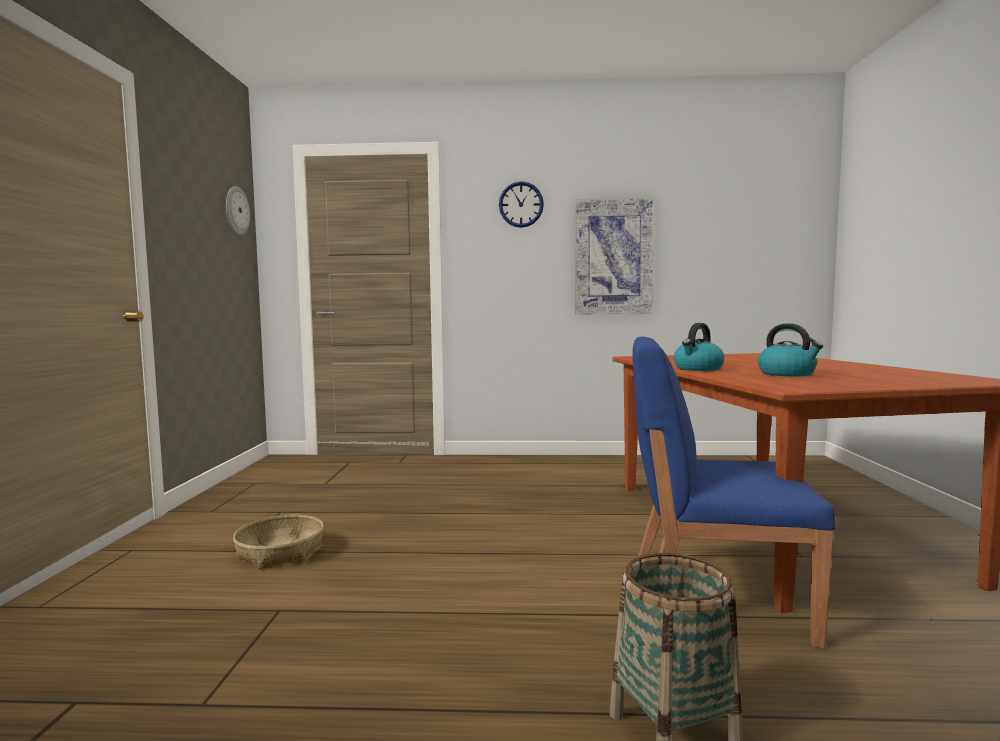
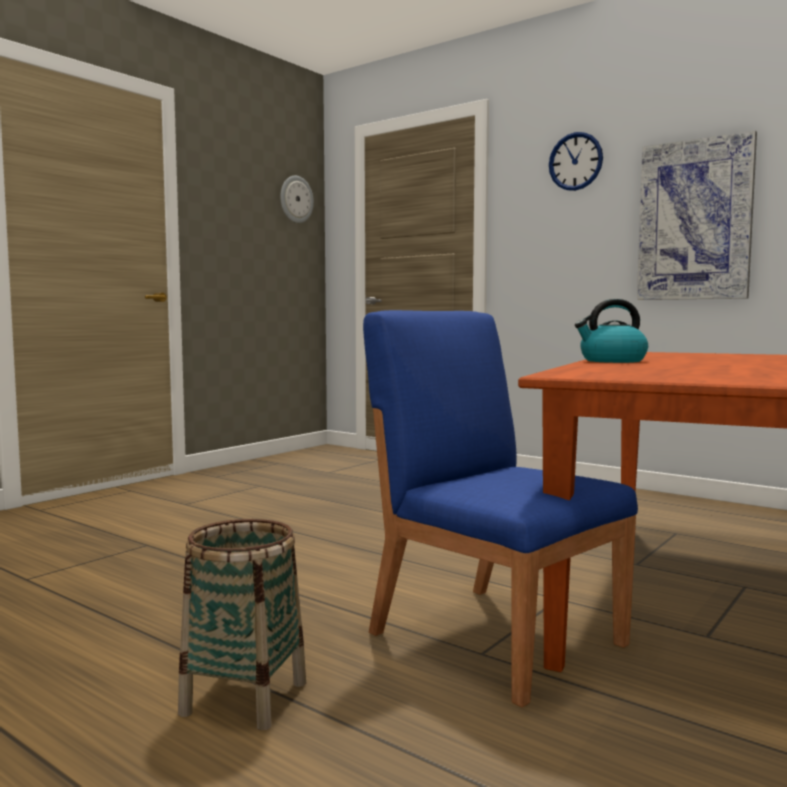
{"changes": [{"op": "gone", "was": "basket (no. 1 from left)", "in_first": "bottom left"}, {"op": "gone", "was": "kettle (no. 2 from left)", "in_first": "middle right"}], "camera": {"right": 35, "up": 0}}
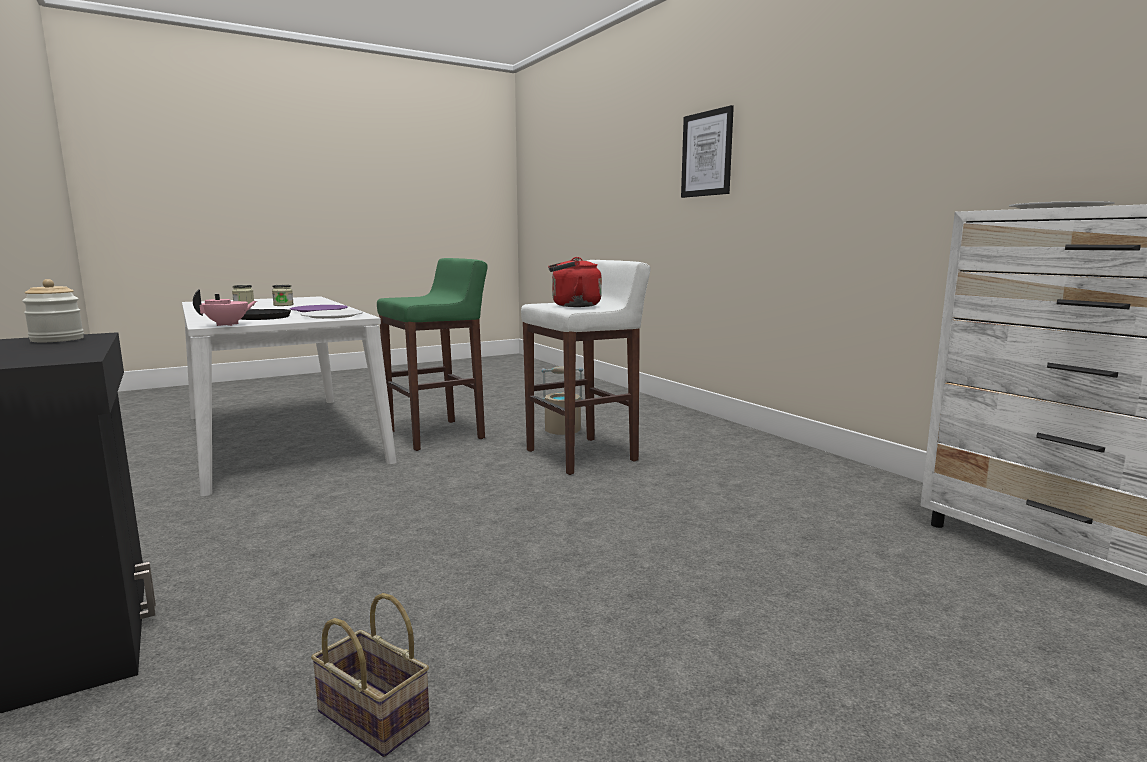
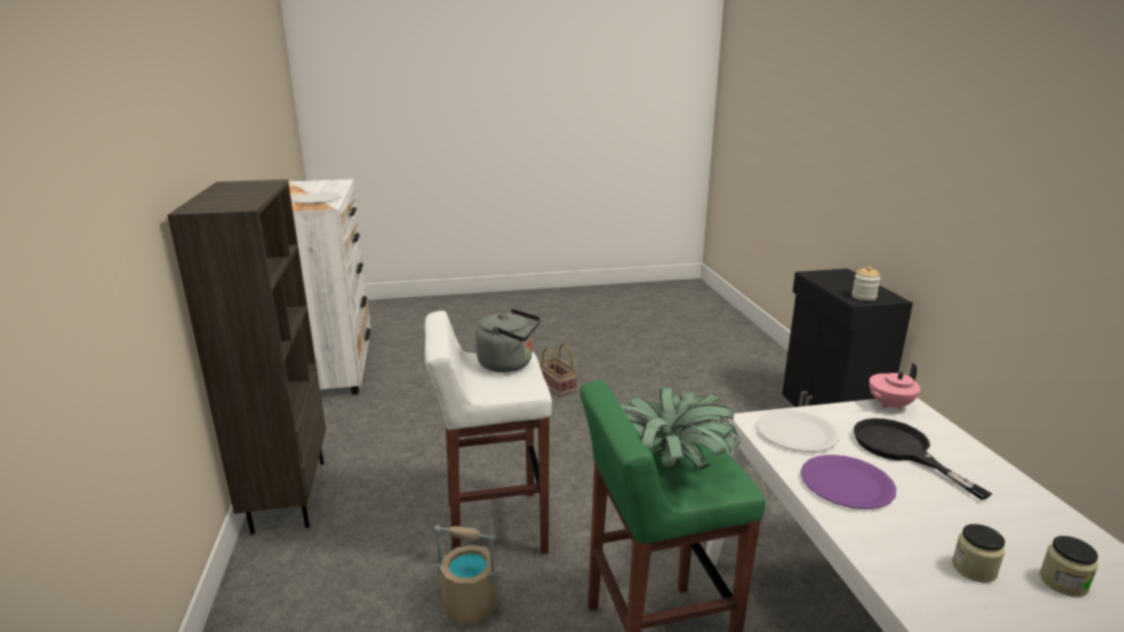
{"changes": [{"op": "gone", "was": "picture", "in_first": "top centre"}, {"op": "new", "now": "bookcase (brown)", "in_second": "middle left"}, {"op": "new", "now": "potted plant", "in_second": "bottom centre"}, {"op": "shifted", "was": "basket", "in_first": "bottom left", "in_second": "centre"}, {"op": "repainted", "was": "kettle (red)", "now": "kettle (grey)", "in_first": "centre", "in_second": "centre"}], "camera": {"right": -160, "up": 10}}
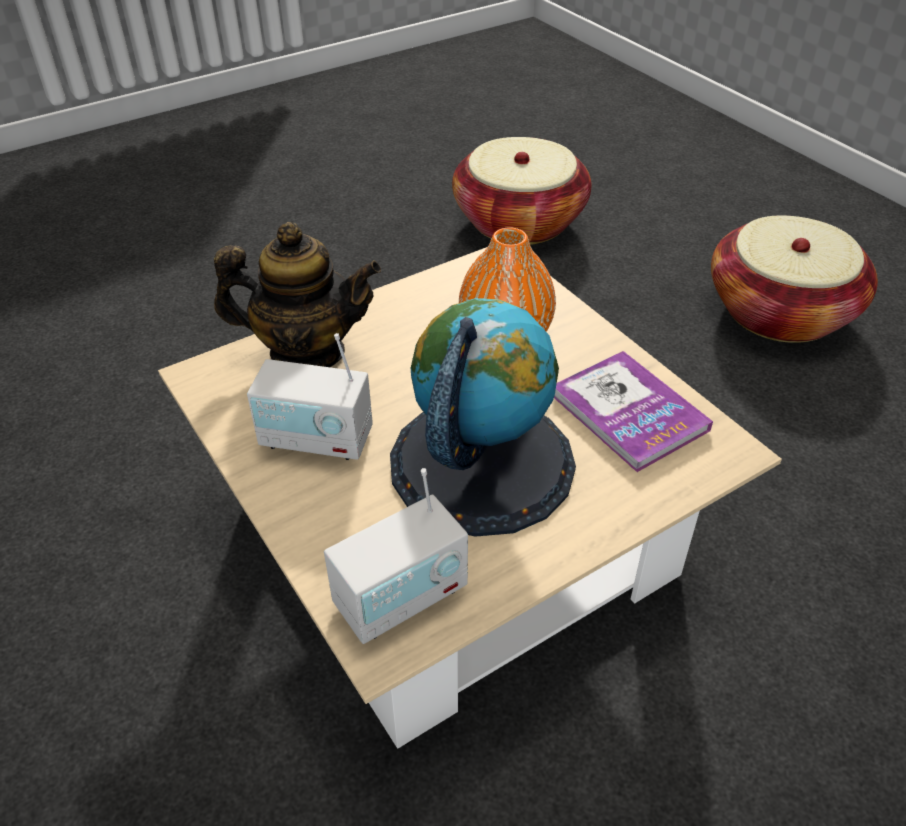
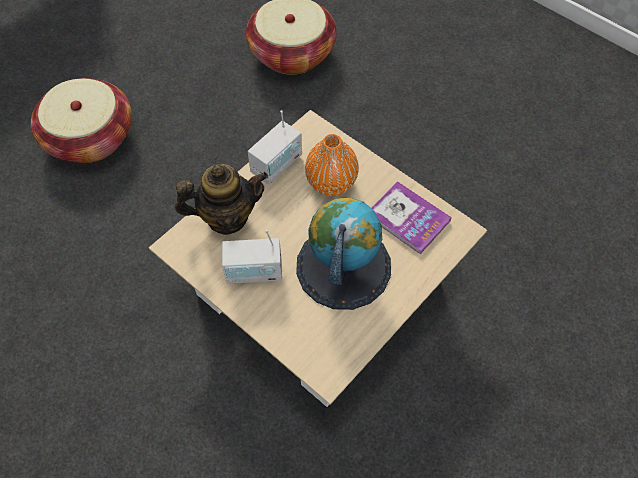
{"changes": [{"op": "shifted", "was": "radio (no. 2 from left)", "in_first": "bottom centre", "in_second": "top centre"}, {"op": "shifted", "was": "basket (no. 2 from left in the first image)", "now": "basket (no. 1 from left)", "in_first": "middle right", "in_second": "top left"}], "camera": {"right": -15, "up": 15}}
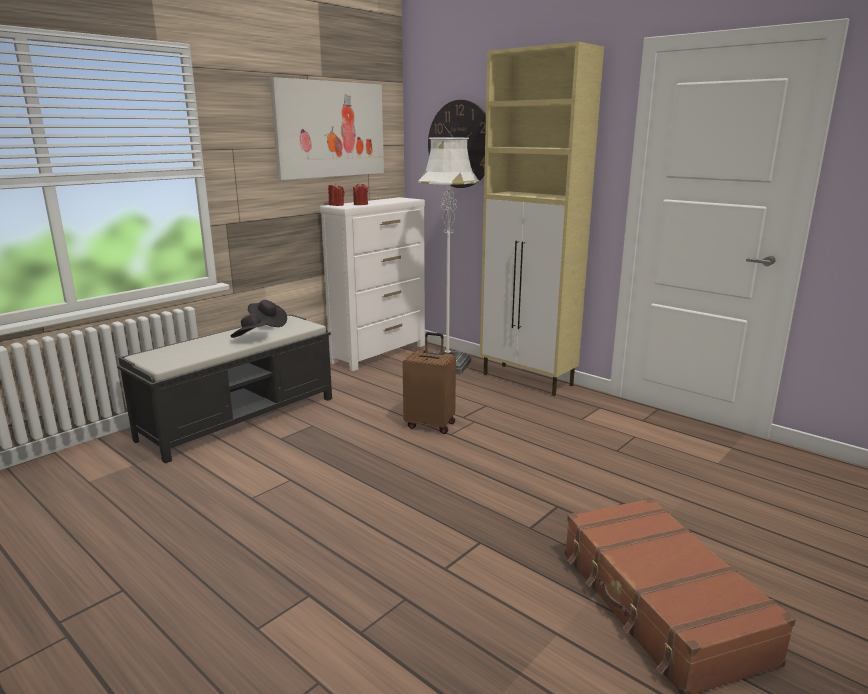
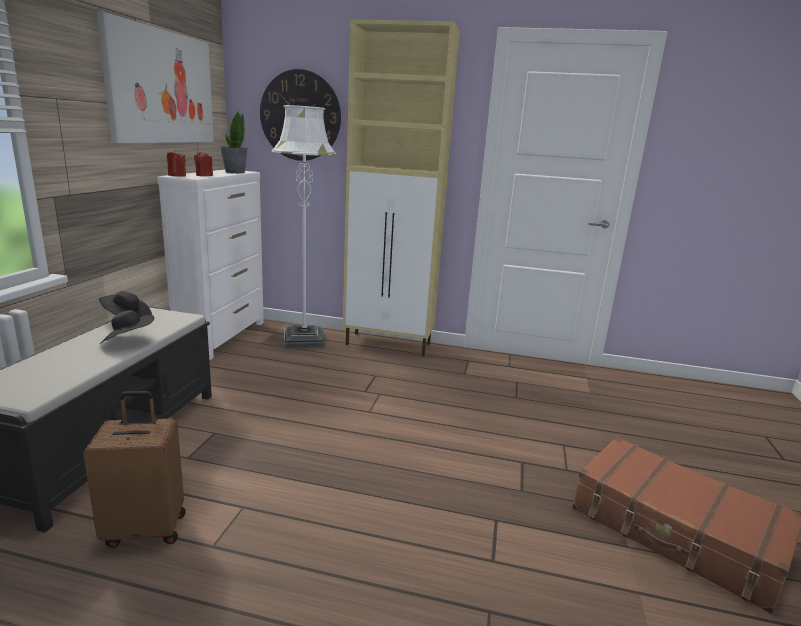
{"changes": [{"op": "new", "now": "potted plant", "in_second": "top left"}, {"op": "shifted", "was": "suitcase (brown) (no. 1 from left)", "in_first": "centre", "in_second": "bottom left"}], "camera": {"right": -30, "up": 0}}
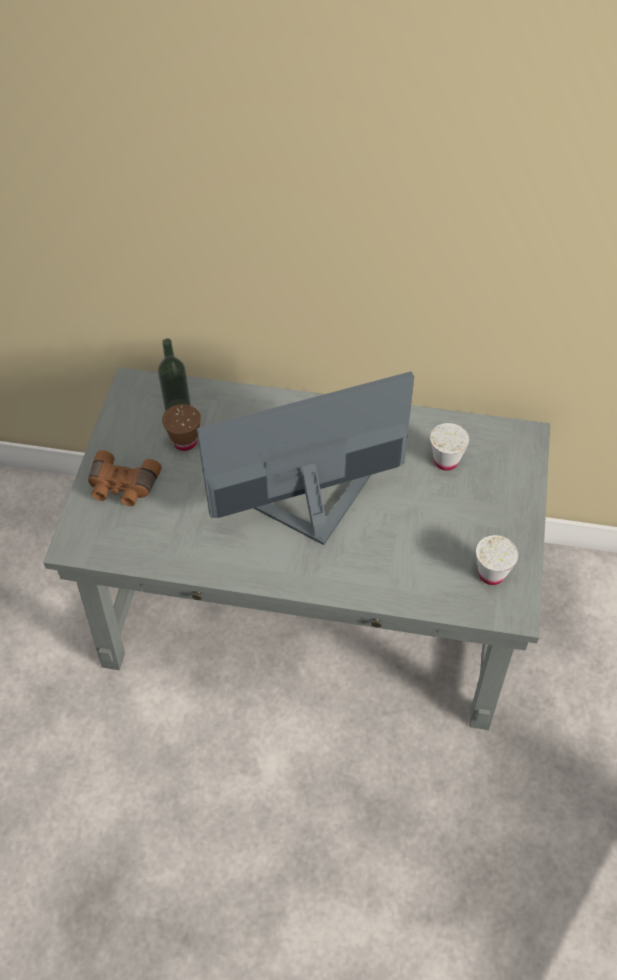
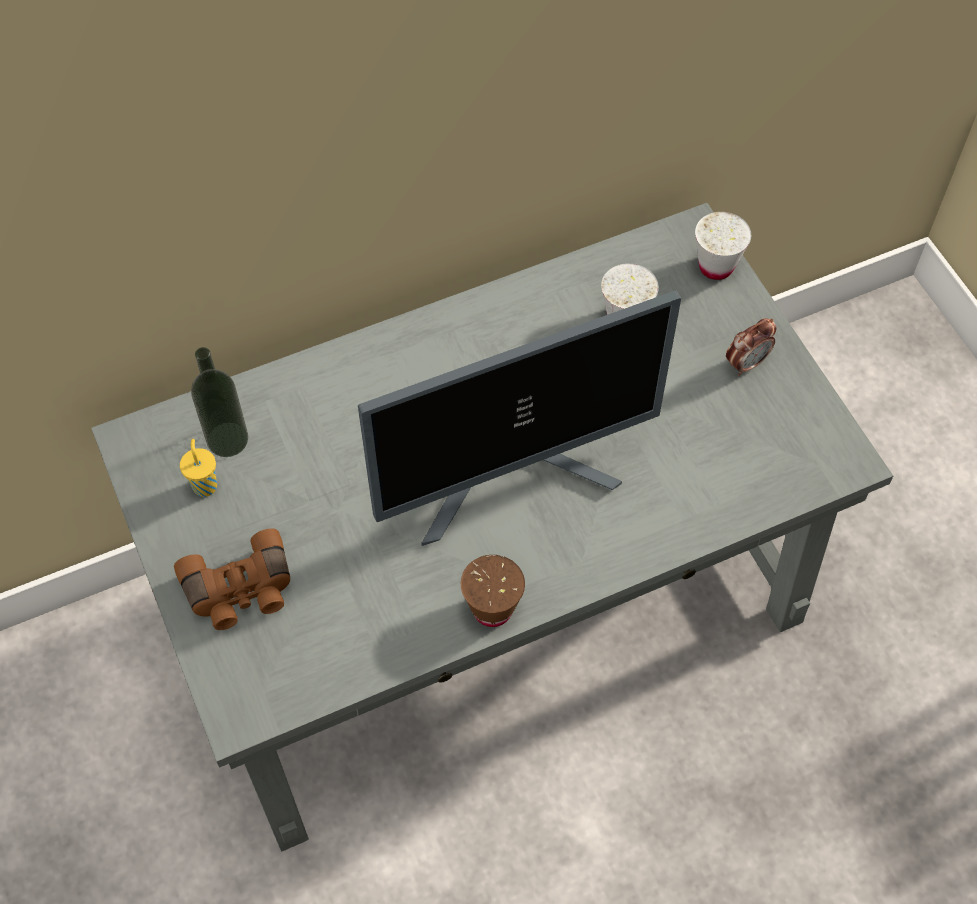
{"changes": [{"op": "new", "now": "cup (yellow)", "in_second": "middle left"}, {"op": "new", "now": "alarm clock", "in_second": "middle right"}, {"op": "shifted", "was": "cup (brown)", "in_first": "middle left", "in_second": "centre"}, {"op": "shifted", "was": "cup (white) (no. 2 from left)", "in_first": "middle right", "in_second": "top right"}, {"op": "rotated", "was": "monitor", "in_first": "centre", "in_second": "centre", "clockwise": -150}], "camera": {"right": -35, "up": 5}}
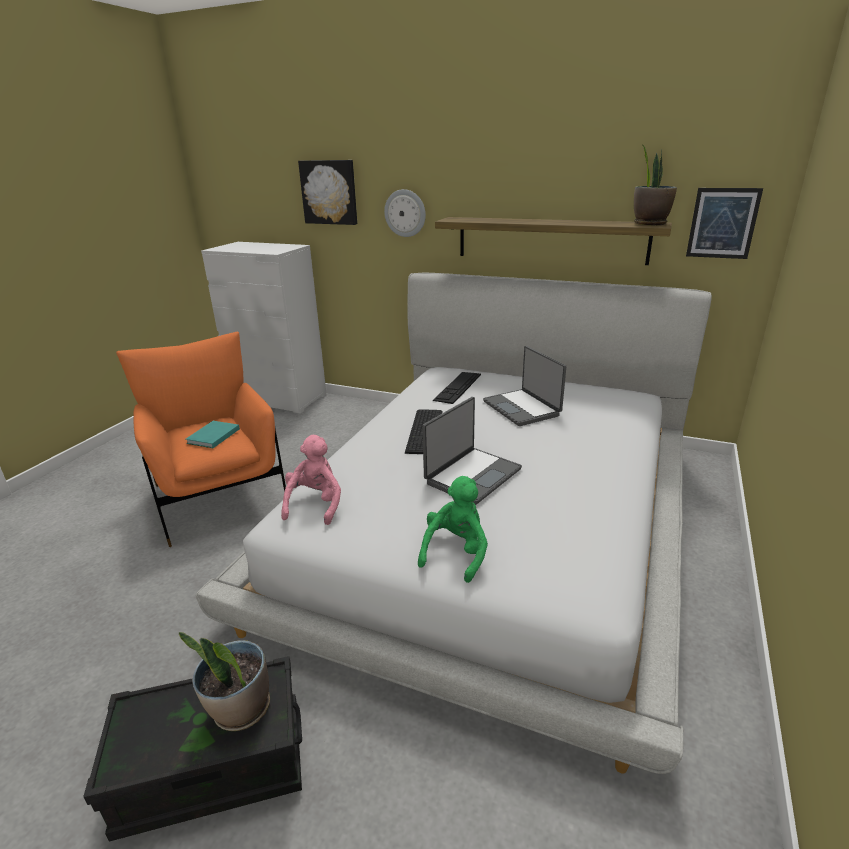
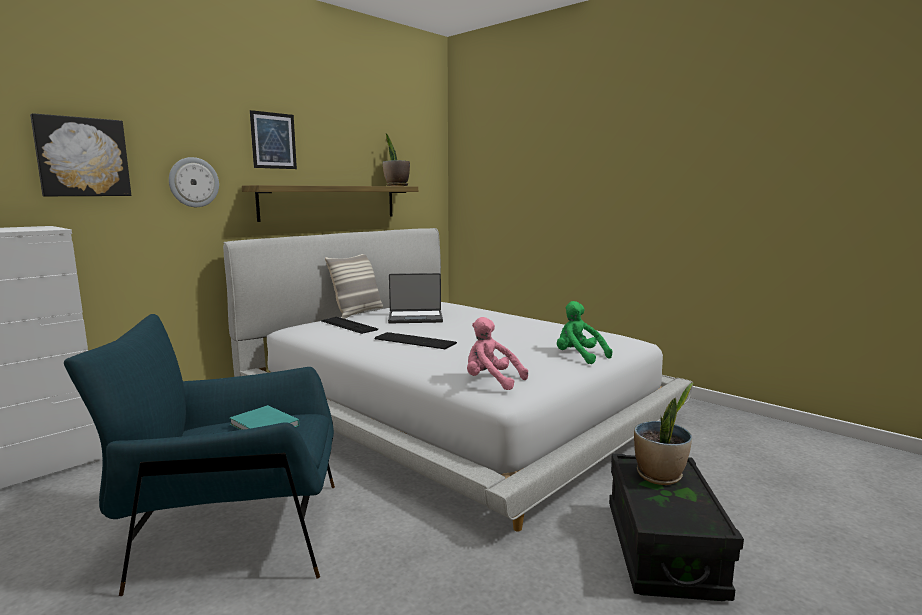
{"changes": [{"op": "gone", "was": "laptop (no. 1 from left)", "in_first": "centre"}, {"op": "new", "now": "pillow", "in_second": "centre"}, {"op": "shifted", "was": "picture (no. 2 from left)", "in_first": "top right", "in_second": "top left"}, {"op": "repainted", "was": "armchair (orange)", "now": "armchair (blue)", "in_first": "middle left", "in_second": "bottom left"}], "camera": {"right": -70, "up": -15}}
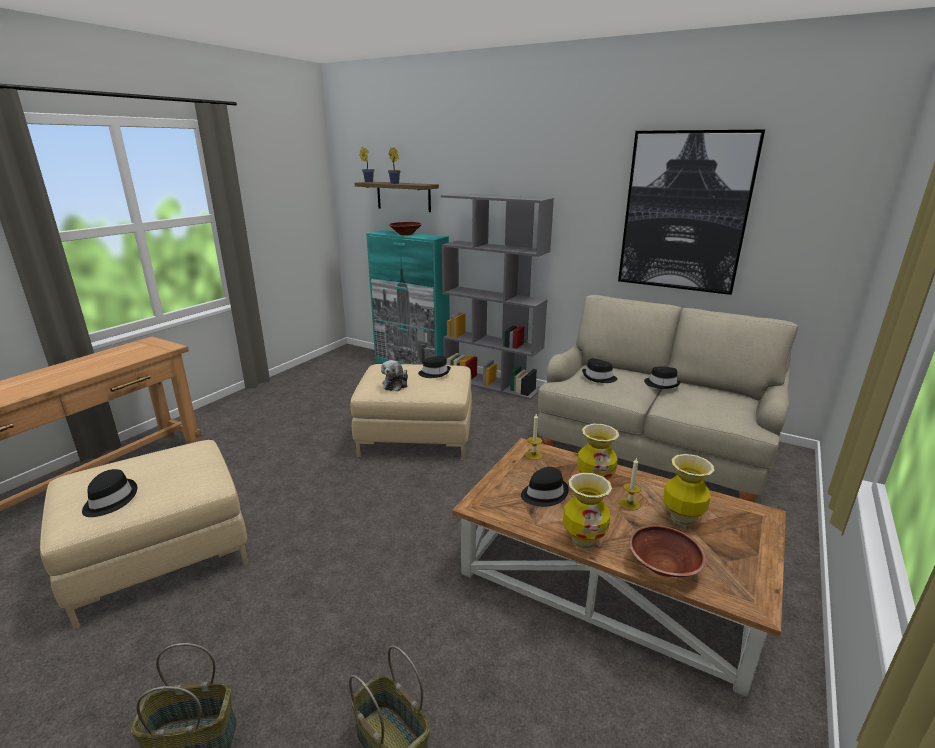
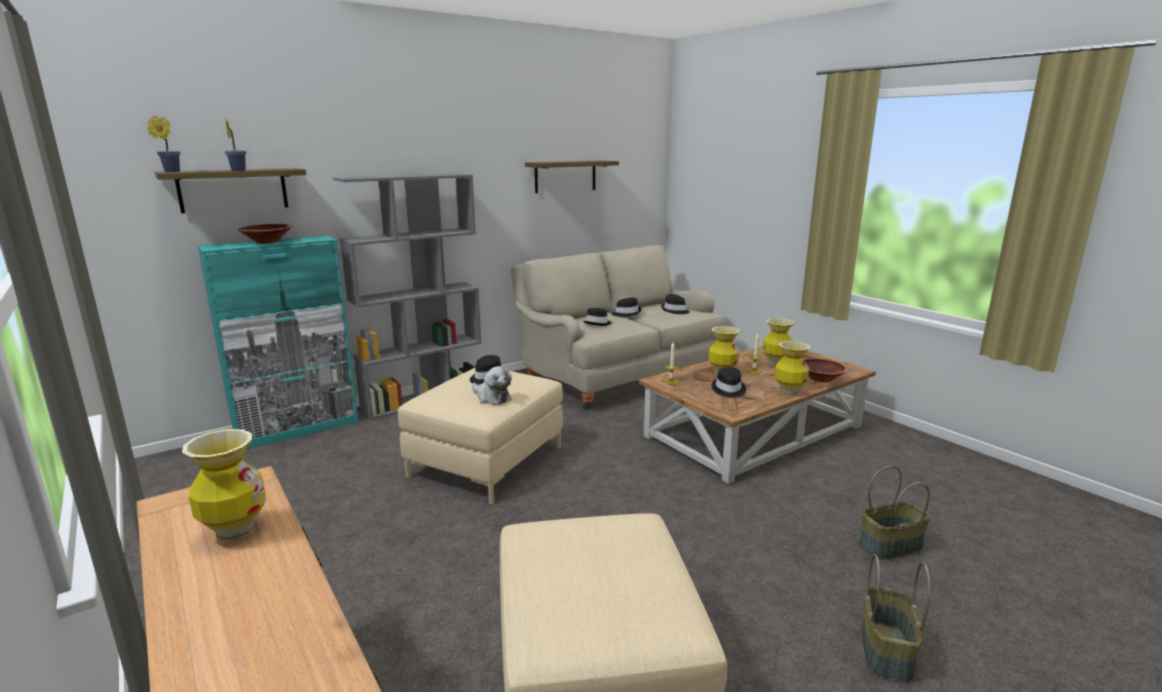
{"changes": [{"op": "new", "now": "vase (no. 1 from left)", "in_second": "bottom left"}, {"op": "shifted", "was": "hat (black) (no. 1 from left in the first image)", "now": "hat (black) (no. 4 from left)", "in_first": "middle left", "in_second": "centre"}, {"op": "swapped", "was": "picture", "now": "shelf (no. 2 from left)", "in_first": "top right", "in_second": "top centre"}], "camera": {"right": -65, "up": -5}}
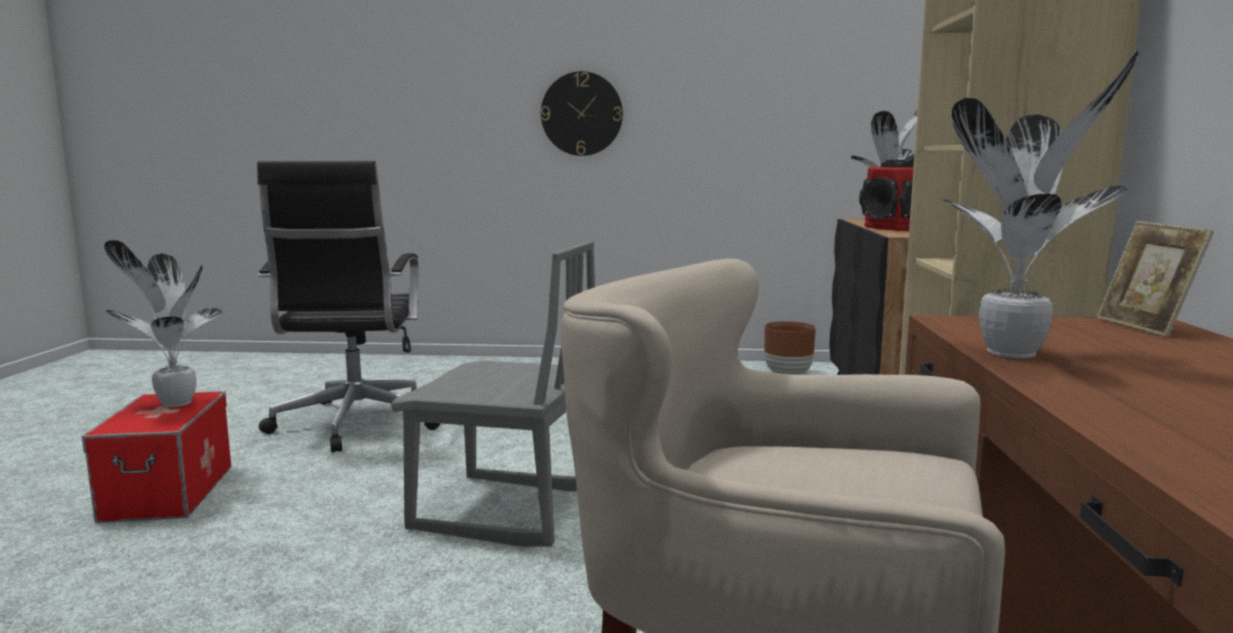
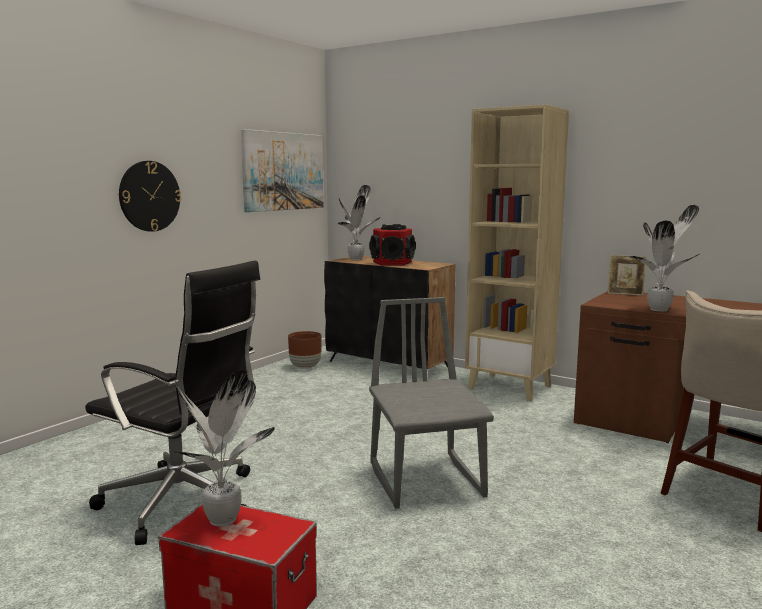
{"changes": [{"op": "new", "now": "picture", "in_second": "top centre"}, {"op": "rotated", "was": "chair (grey)", "in_first": "centre", "in_second": "centre", "clockwise": -60}], "camera": {"right": -60, "up": 0}}
